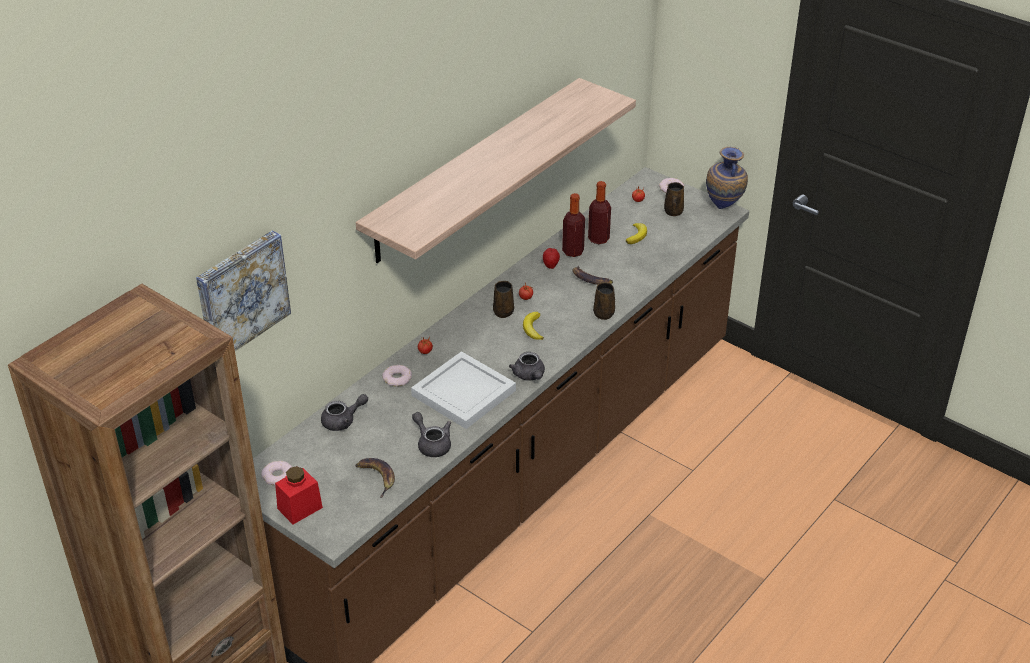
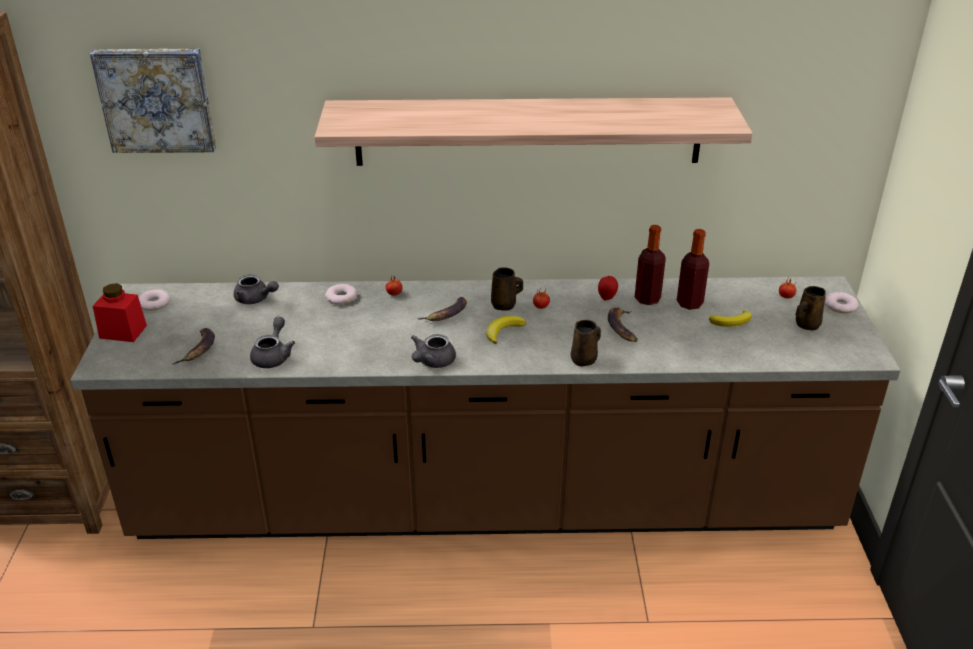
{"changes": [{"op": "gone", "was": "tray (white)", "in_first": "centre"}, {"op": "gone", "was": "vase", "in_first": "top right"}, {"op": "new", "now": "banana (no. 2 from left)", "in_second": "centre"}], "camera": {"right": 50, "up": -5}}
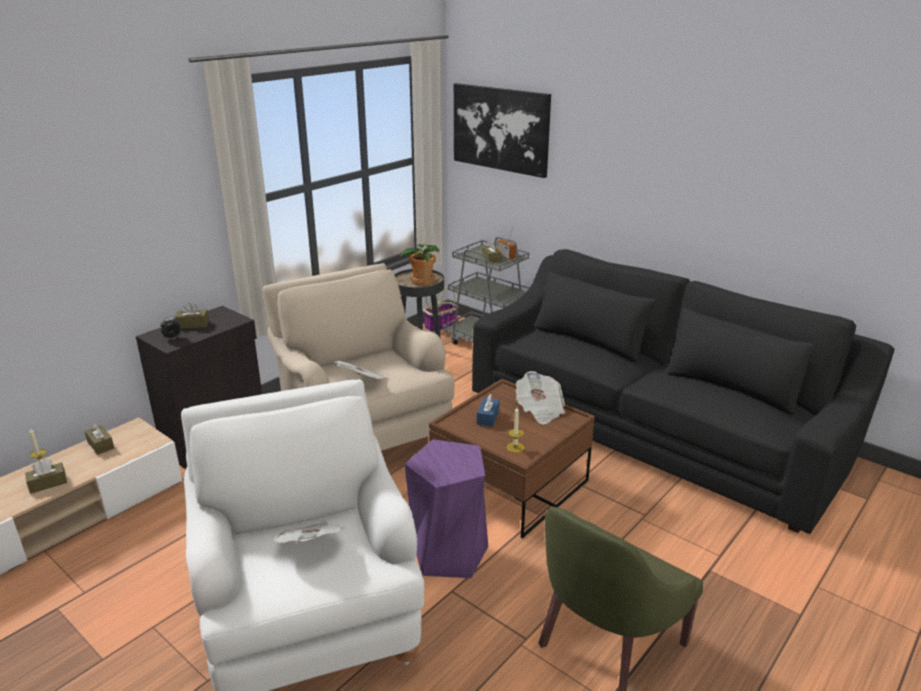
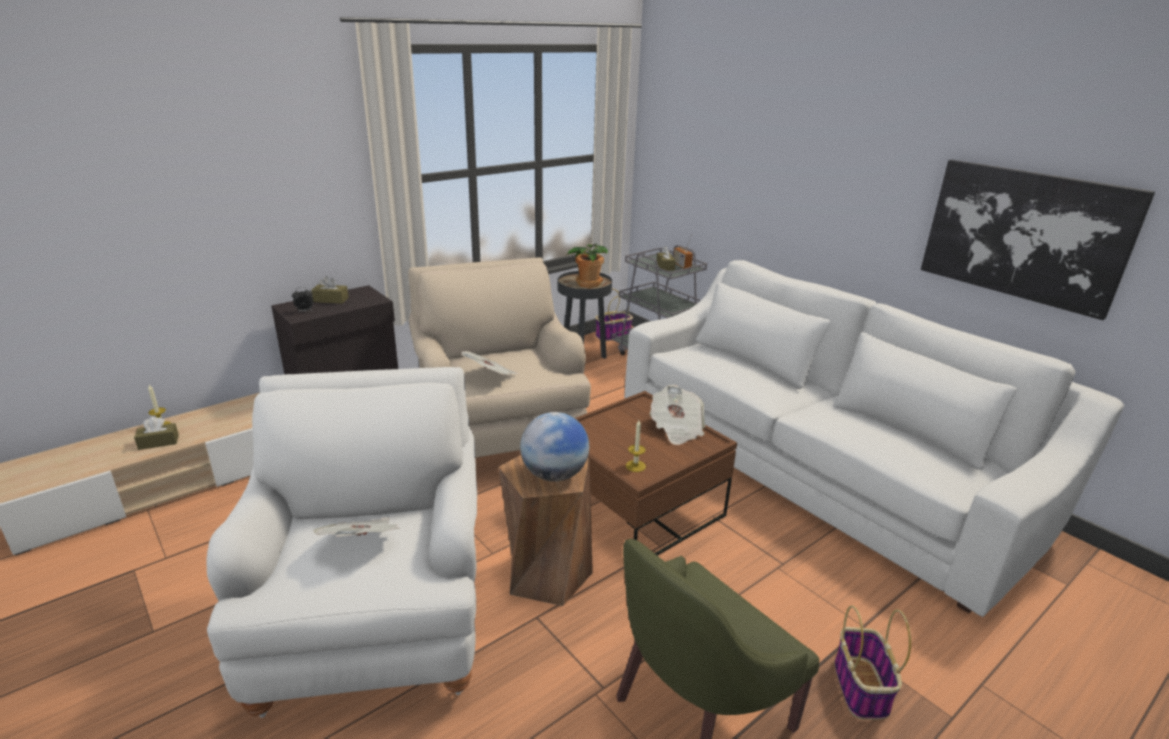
{"changes": [{"op": "gone", "was": "tissue box (brown) (no. 2 from left)", "in_first": "middle left"}, {"op": "gone", "was": "tissue box (blue)", "in_first": "centre"}, {"op": "new", "now": "globe", "in_second": "centre"}, {"op": "new", "now": "basket (no. 2 from left)", "in_second": "bottom right"}, {"op": "shifted", "was": "picture", "in_first": "top centre", "in_second": "top right"}, {"op": "repainted", "was": "stool (purple)", "now": "stool (brown)", "in_first": "bottom centre", "in_second": "bottom centre"}, {"op": "repainted", "was": "sofa (black)", "now": "sofa (white)", "in_first": "middle right", "in_second": "middle right"}], "camera": {"right": 10, "up": 0}}
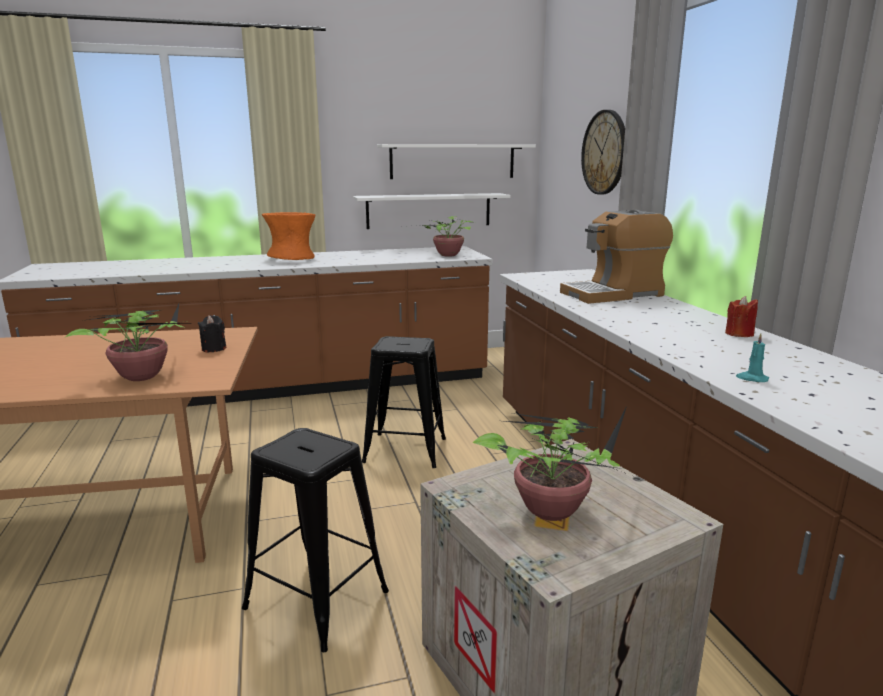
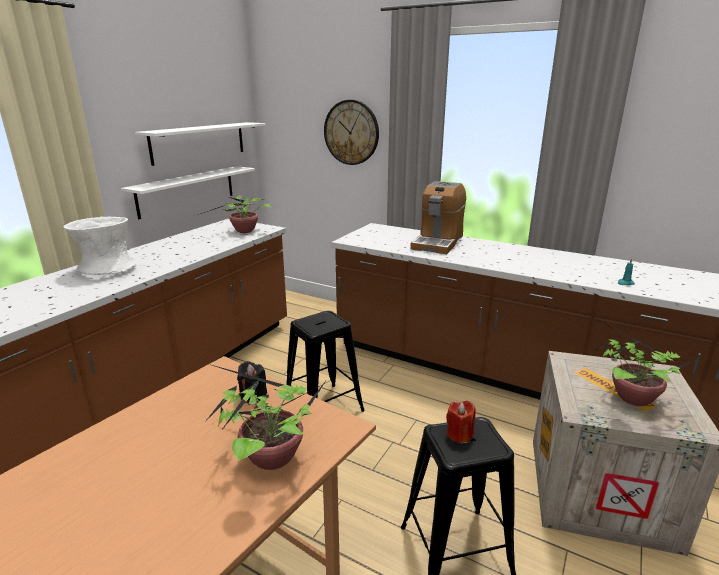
{"changes": [{"op": "shifted", "was": "candle (red)", "in_first": "middle right", "in_second": "bottom centre"}, {"op": "repainted", "was": "vase (orange)", "now": "vase (white)", "in_first": "middle left", "in_second": "middle left"}], "camera": {"right": -45, "up": 5}}
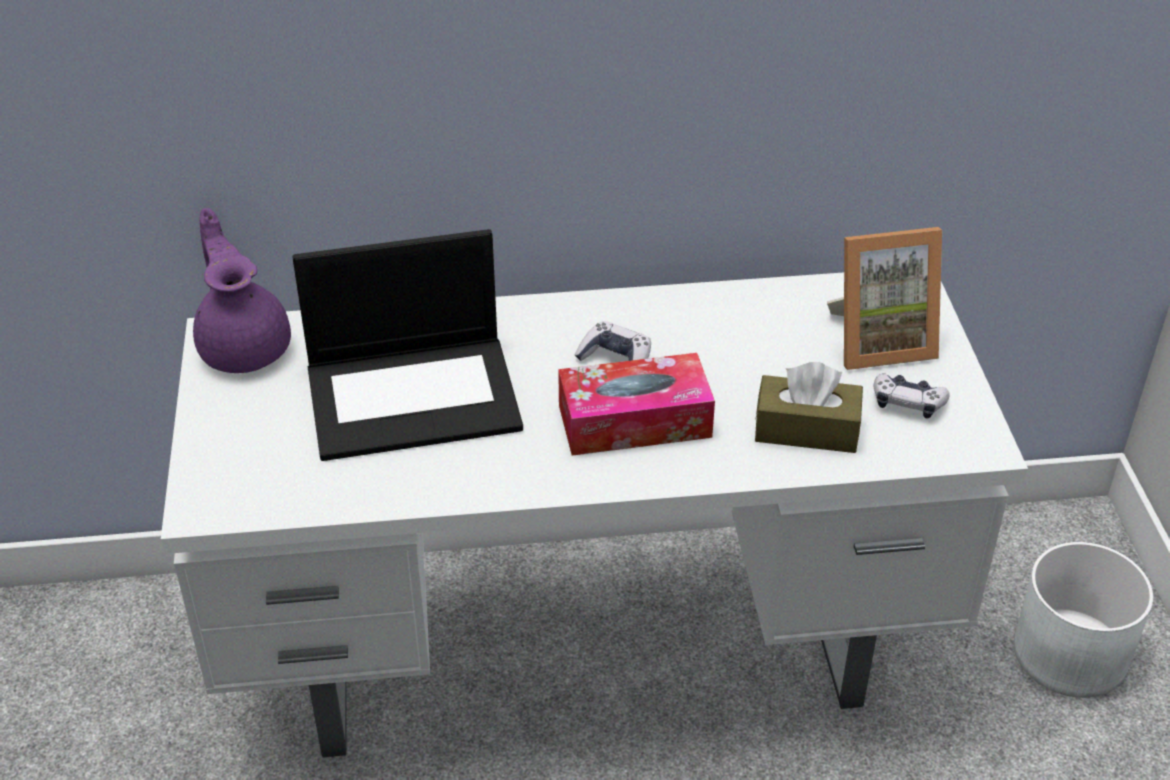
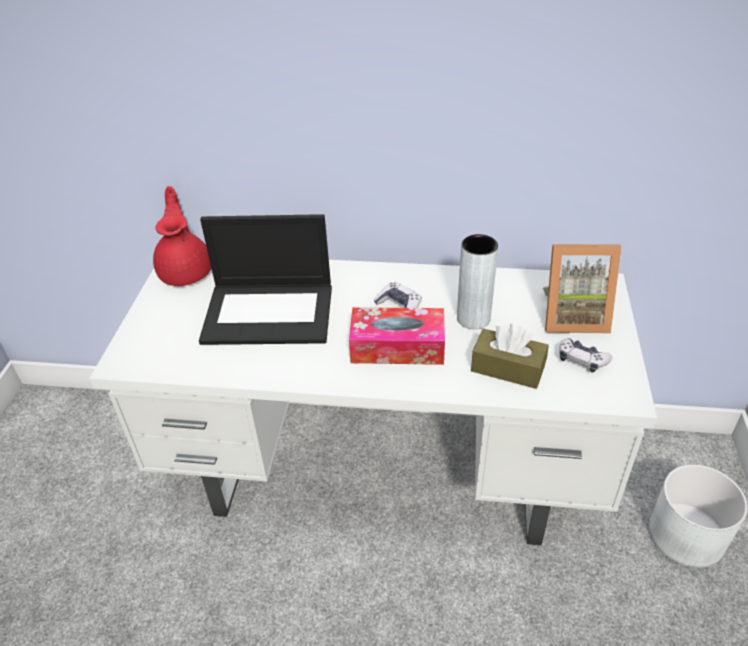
{"changes": [{"op": "new", "now": "vase (grey)", "in_second": "centre"}, {"op": "repainted", "was": "teapot (purple)", "now": "teapot (red)", "in_first": "middle left", "in_second": "middle left"}], "camera": {"right": 15, "up": 0}}
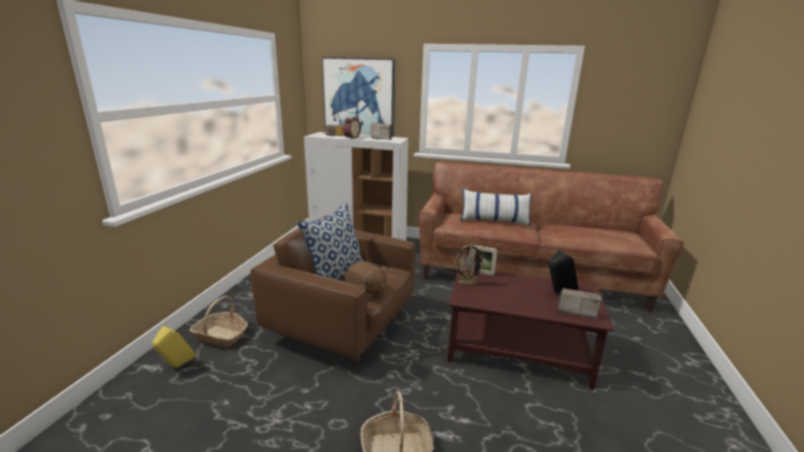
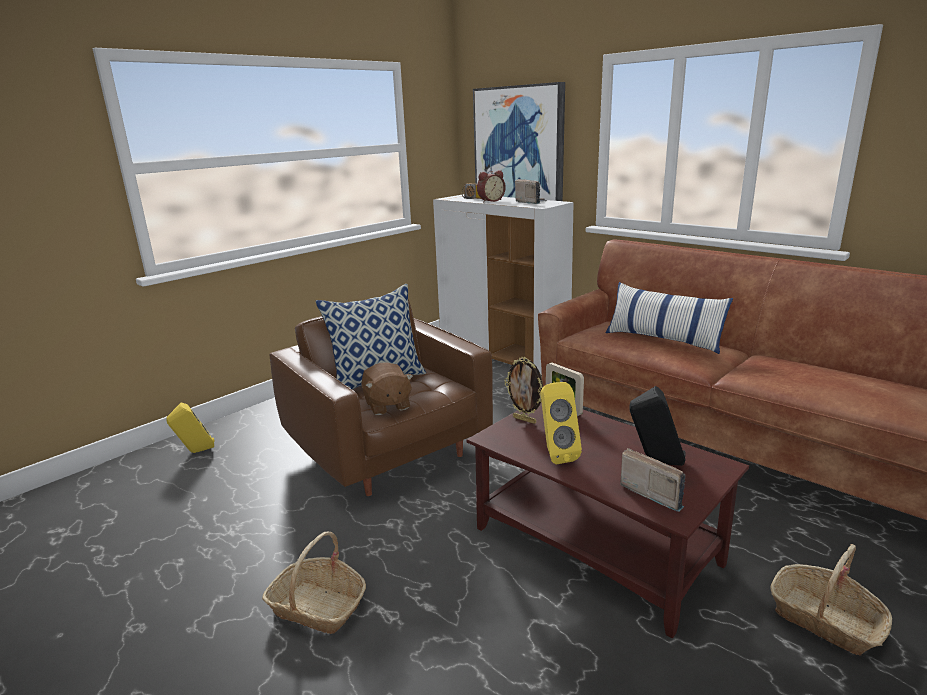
{"changes": [{"op": "new", "now": "speaker (yellow) (no. 2 from left)", "in_second": "centre"}, {"op": "shifted", "was": "basket (no. 1 from left in the first image)", "now": "basket (no. 2 from left)", "in_first": "bottom left", "in_second": "bottom right"}], "camera": {"right": 30, "up": 0}}
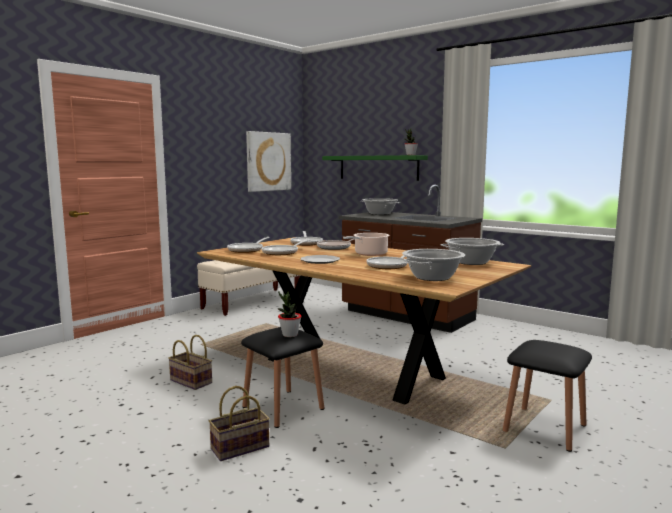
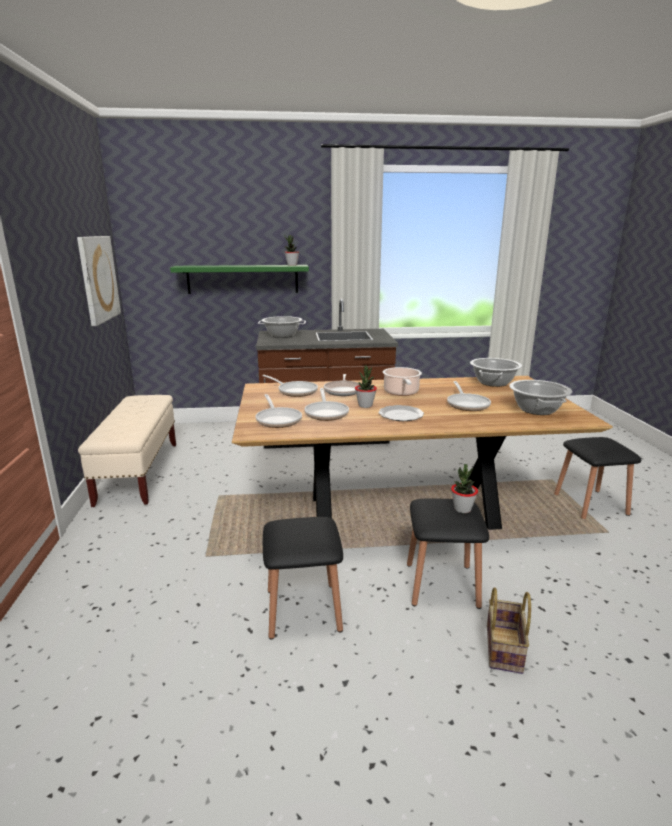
{"changes": [{"op": "new", "now": "potted plant (no. 2 from left)", "in_second": "centre"}, {"op": "swapped", "was": "basket (no. 1 from left)", "now": "stool (black) (no. 1 from left)", "in_first": "bottom left", "in_second": "bottom centre"}], "camera": {"right": -45, "up": 10}}
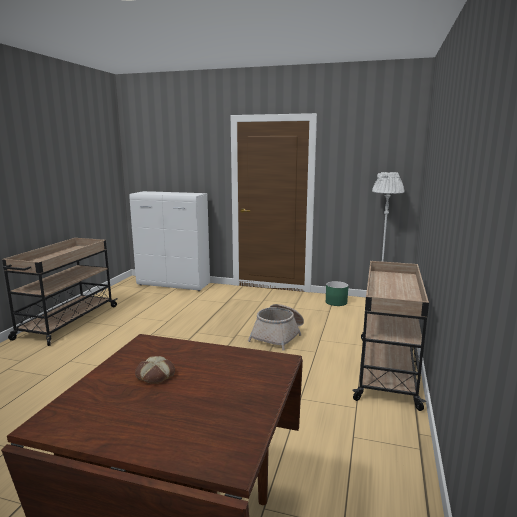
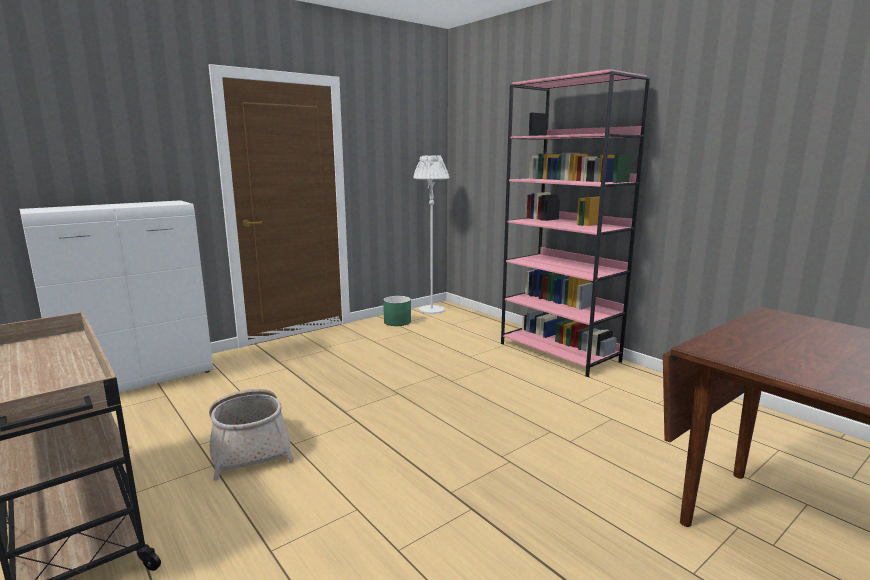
{"changes": [{"op": "gone", "was": "bread", "in_first": "bottom left"}, {"op": "shifted", "was": "basket", "in_first": "centre", "in_second": "bottom left"}, {"op": "swapped", "was": "cart (beige) (no. 2 from left)", "now": "bookcase (pink)", "in_first": "middle right", "in_second": "centre"}], "camera": {"right": -55, "up": 0}}
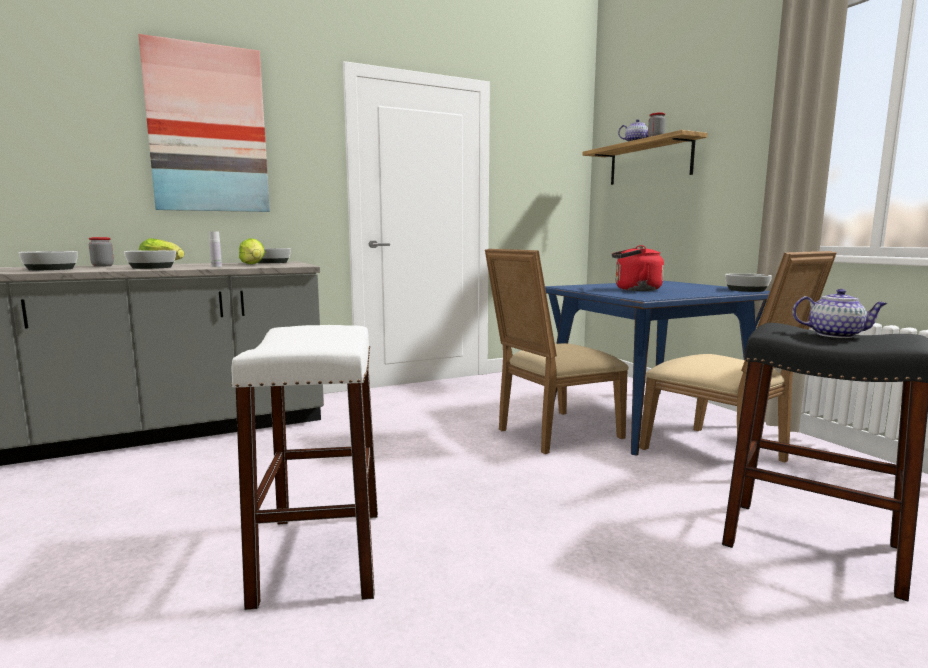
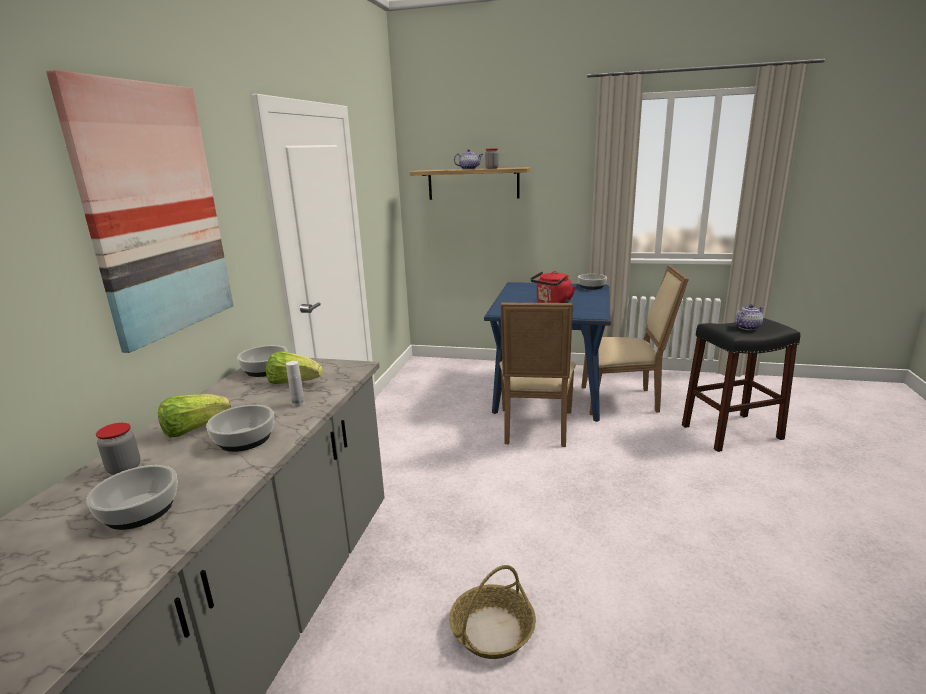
{"changes": [{"op": "gone", "was": "stool (white)", "in_first": "bottom left"}, {"op": "new", "now": "basket", "in_second": "bottom centre"}], "camera": {"right": -50, "up": 10}}
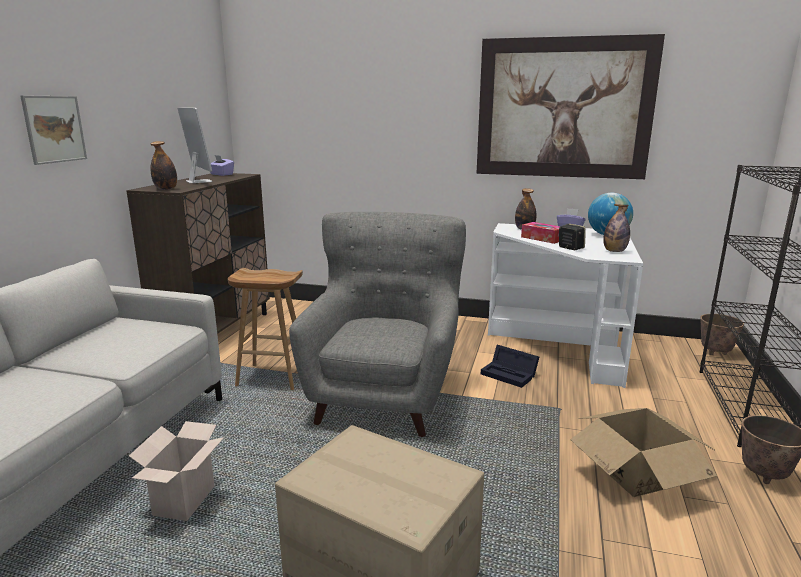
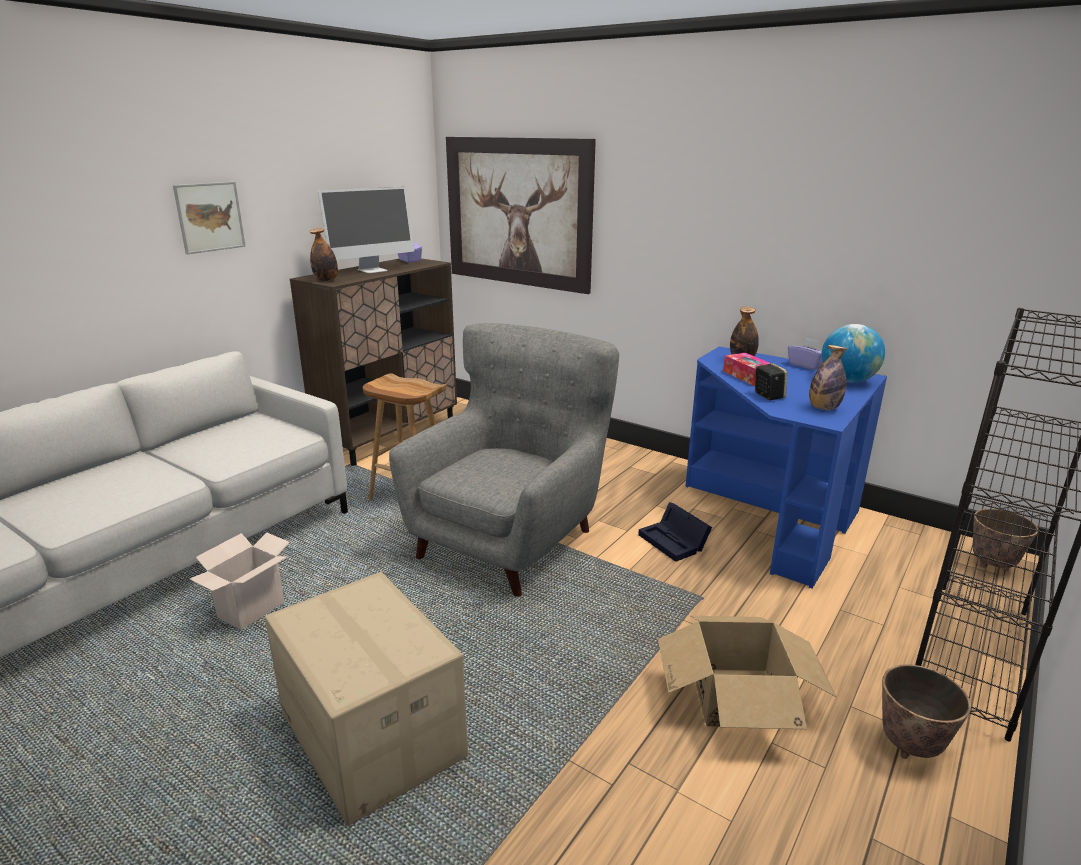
{"changes": [{"op": "shifted", "was": "picture (no. 2 from left)", "in_first": "top right", "in_second": "top centre"}, {"op": "repainted", "was": "desk (white)", "now": "desk (blue)", "in_first": "middle right", "in_second": "middle right"}, {"op": "rotated", "was": "monitor", "in_first": "top left", "in_second": "top centre", "clockwise": 60}], "camera": {"right": 20, "up": 5}}
